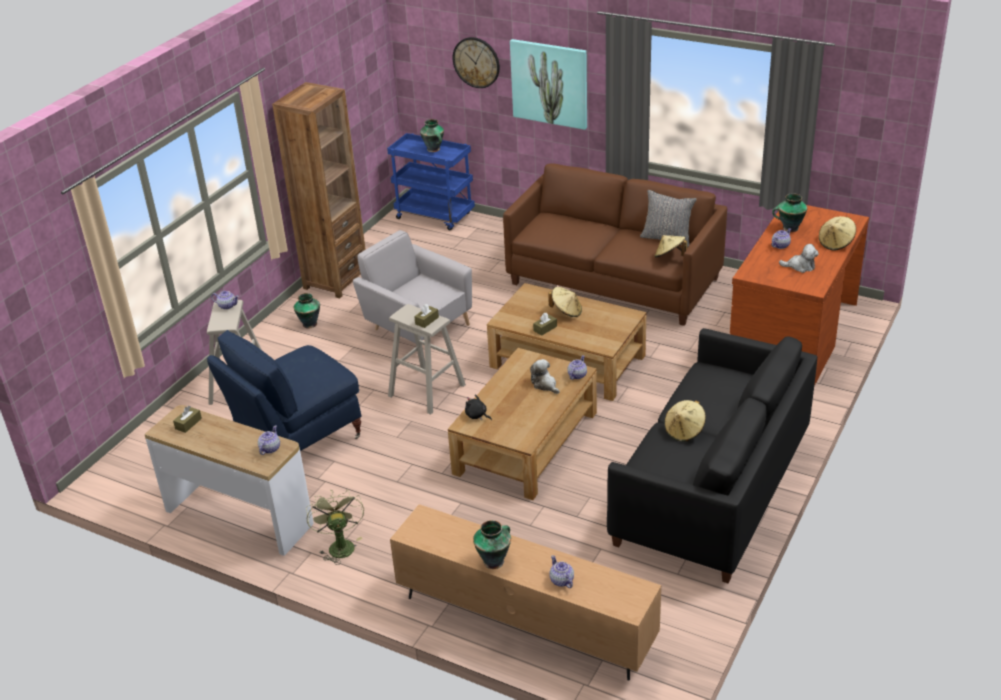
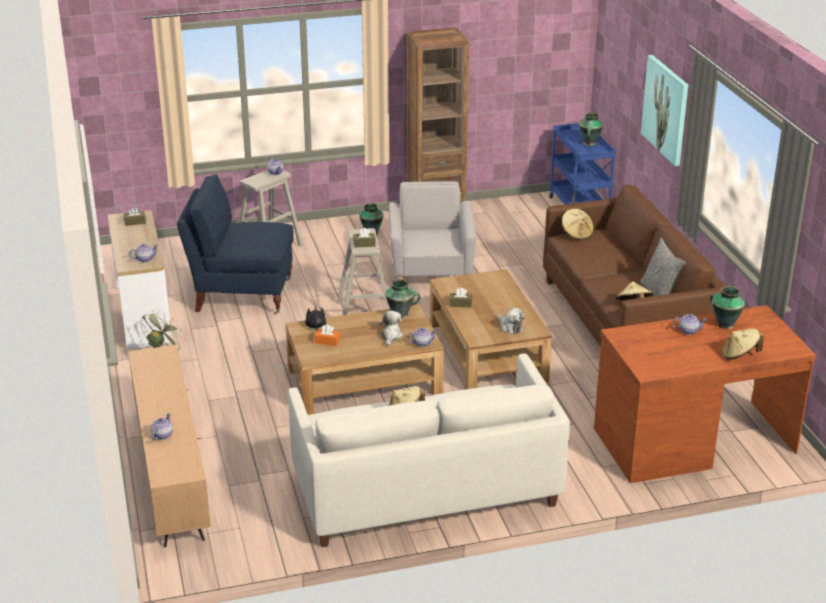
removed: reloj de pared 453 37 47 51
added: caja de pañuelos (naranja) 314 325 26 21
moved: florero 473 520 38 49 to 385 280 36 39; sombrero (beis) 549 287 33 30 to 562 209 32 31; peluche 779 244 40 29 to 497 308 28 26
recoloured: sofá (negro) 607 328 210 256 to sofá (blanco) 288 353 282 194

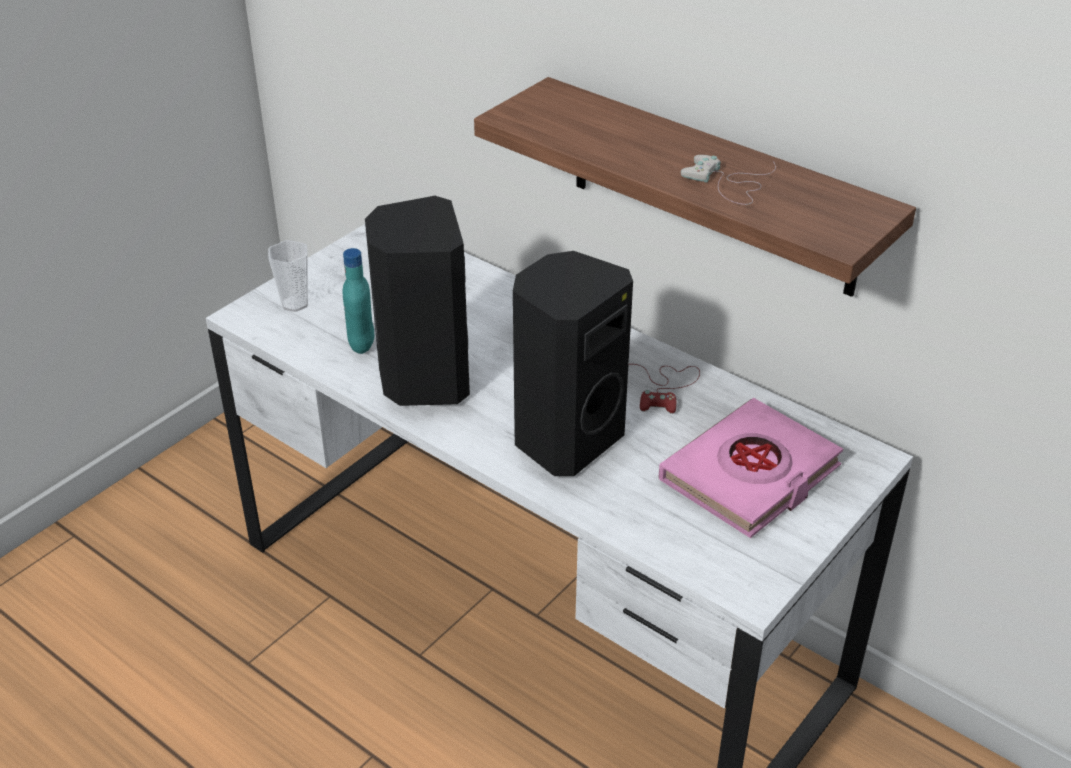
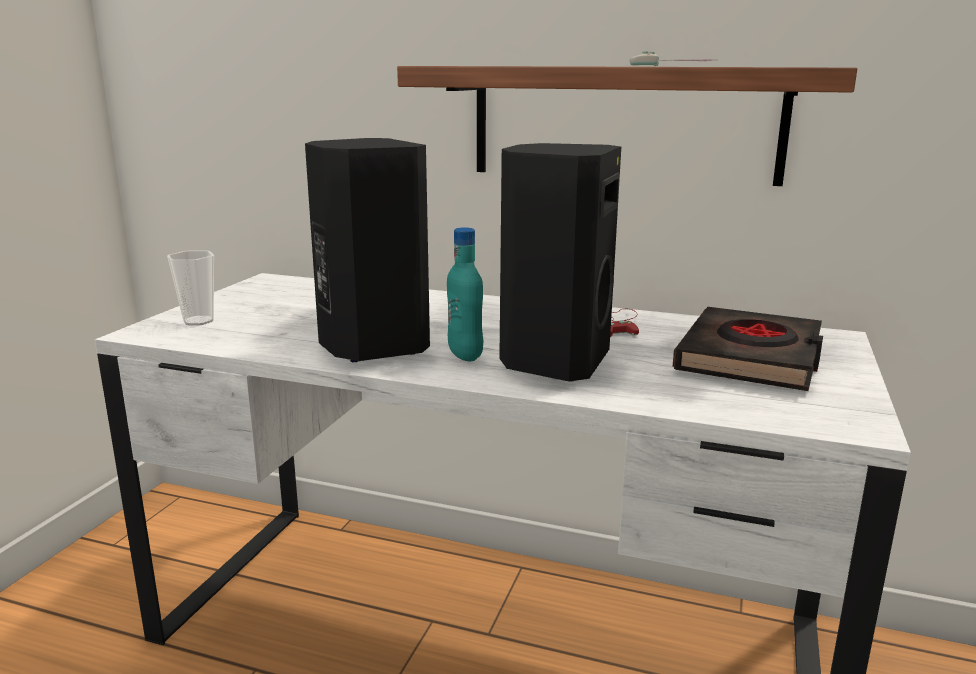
moved: botella (turquesa) 342 248 32 106 to 447 227 36 134
recoloured: libro (rosa) 659 398 184 140 to libro (negro) 673 307 150 84

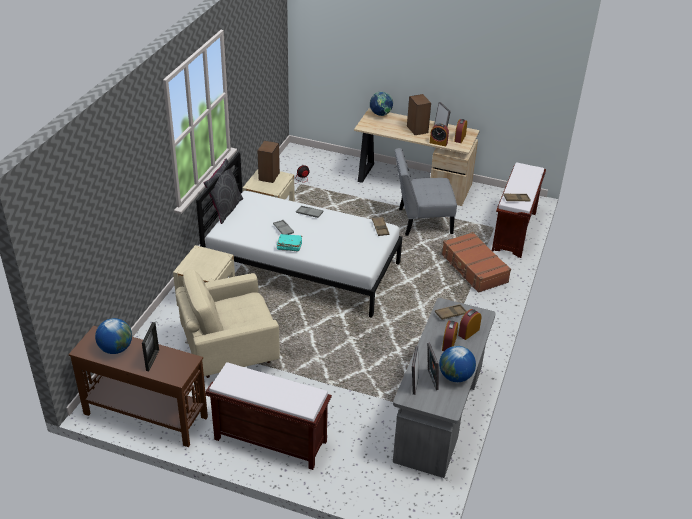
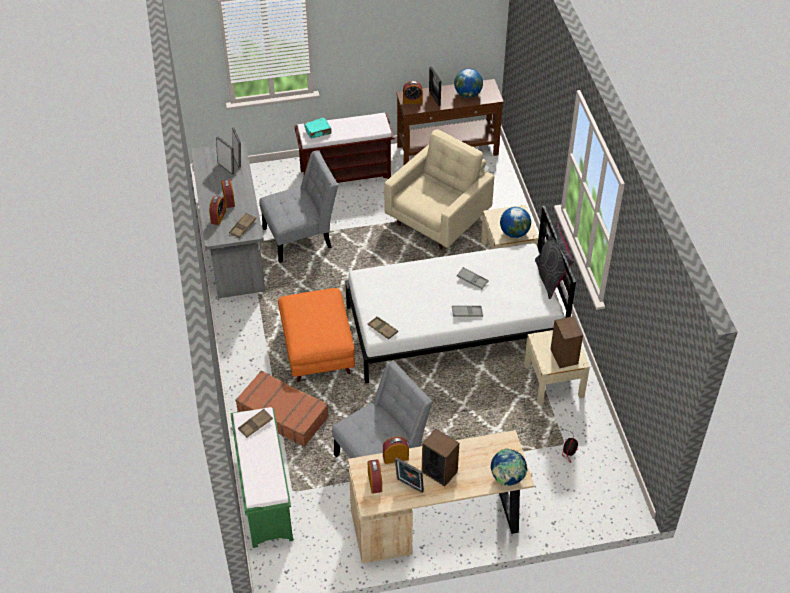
added: silla (gris) 259 151 79 112; puf (naranja) 278 288 77 95; despertador 403 81 20 23
moved: libro (turquesa) 277 234 25 17 to 304 118 28 20; globo terráqueo 439 346 37 36 to 500 207 31 31
recoloured: banco (marrón) 492 162 54 96 to banco (verde) 230 407 63 141

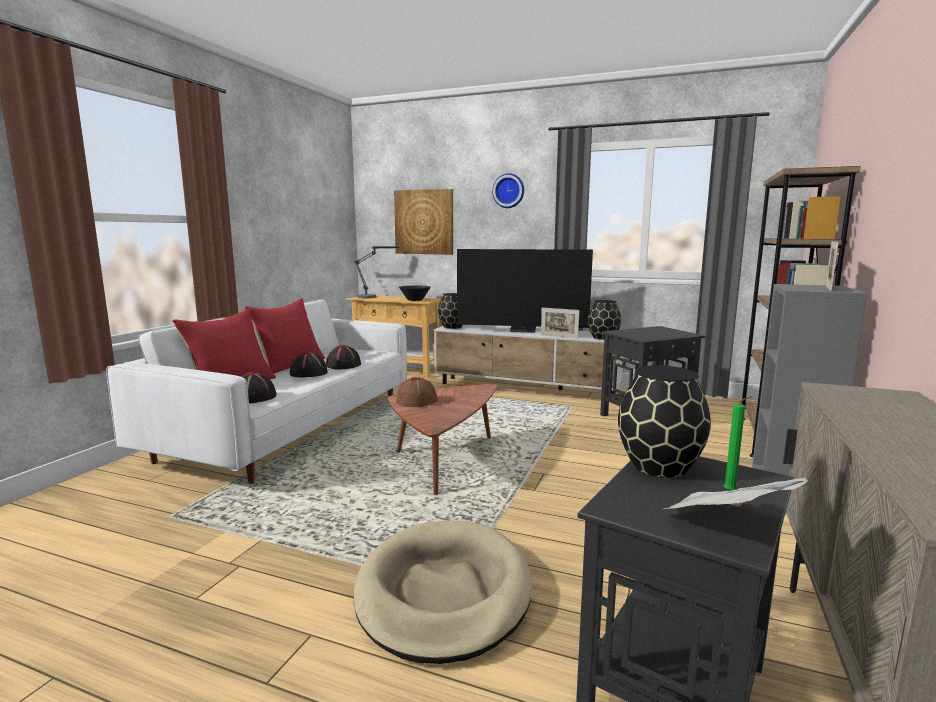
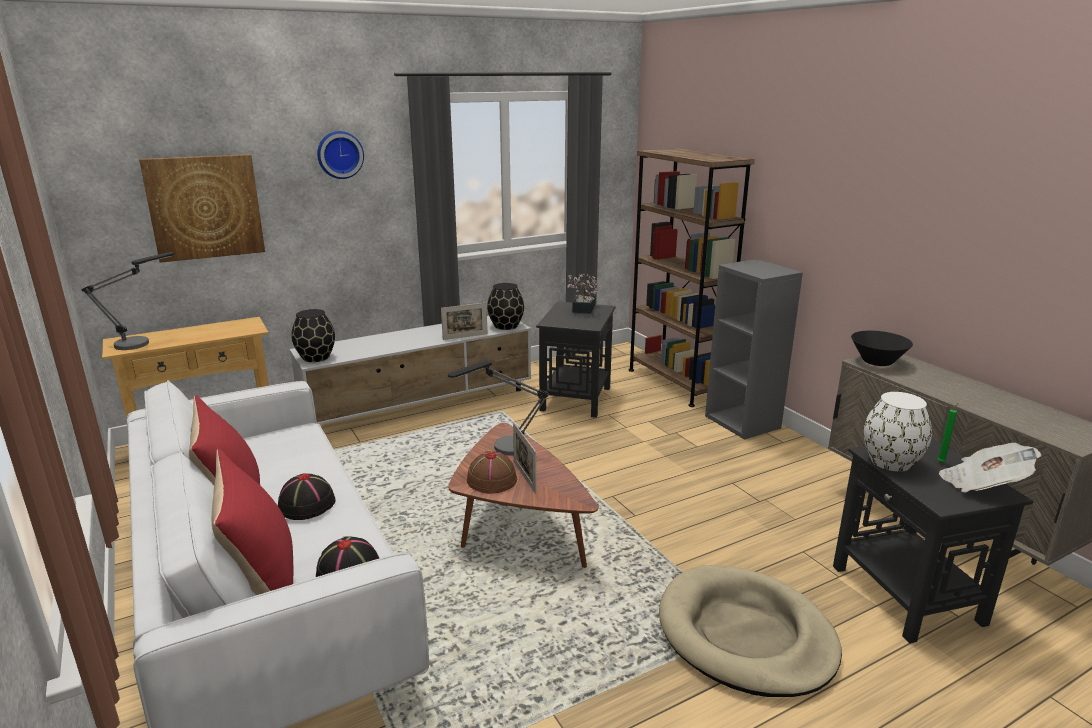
removed: sombrero (negro) 326 345 35 24; televisor 457 249 136 84
added: lámpara de mesa 448 360 101 95; planta en maceta 567 273 34 41
moved: cuenco (negro) 399 286 32 15 to 851 331 62 35; portarretratos 826 241 13 50 to 513 422 23 72
recoloured: florero (negro) 618 365 93 113 to florero (blanco) 864 392 68 80

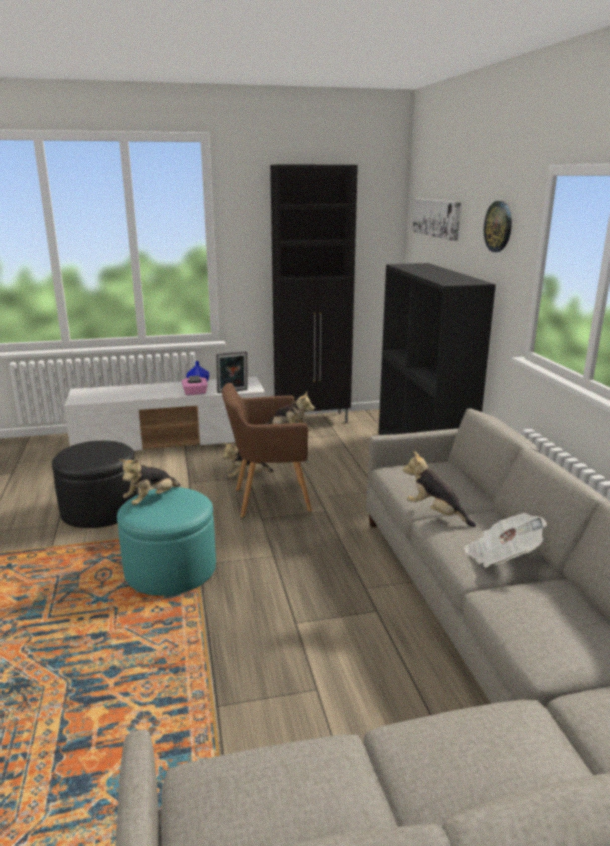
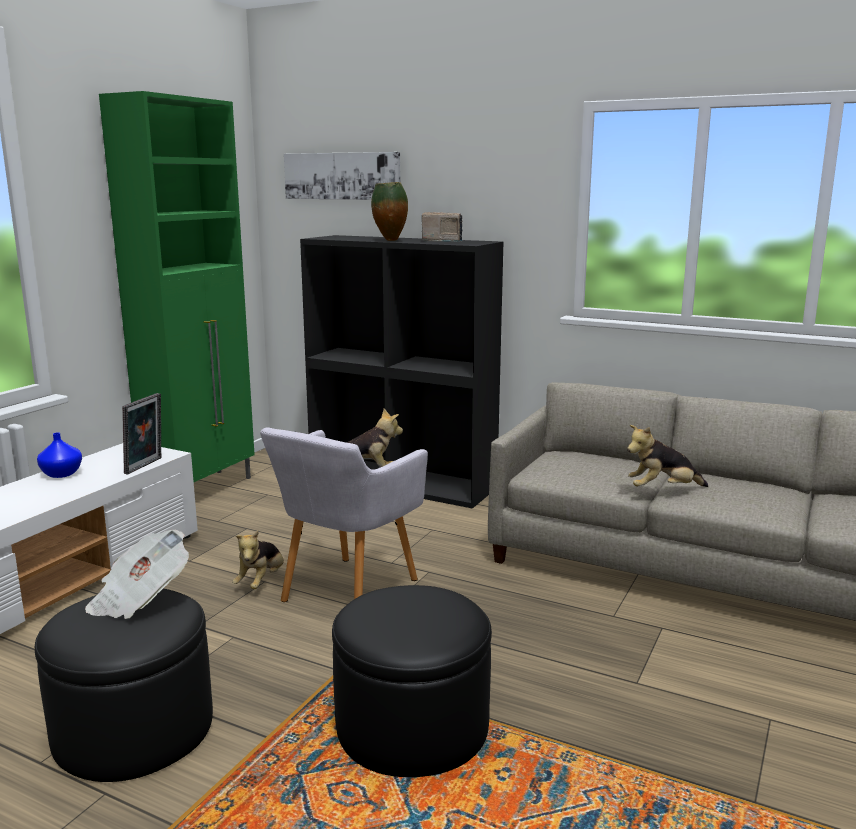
removed: peluche 119 458 61 47; caja de pañuelos (rosa) 182 375 26 20; reloj de pared 484 201 28 51
added: florero 371 182 37 59; radio 422 212 41 30
moved: periódico 464 513 83 54 to 85 530 104 89
recoloured: puf (turquesa) 117 487 99 109 to puf (negro) 332 585 160 192; sillón (marrón) 222 383 90 135 to sillón (gris) 260 427 168 175; armario (negro) 270 164 88 259 to armario (verde) 99 91 156 391

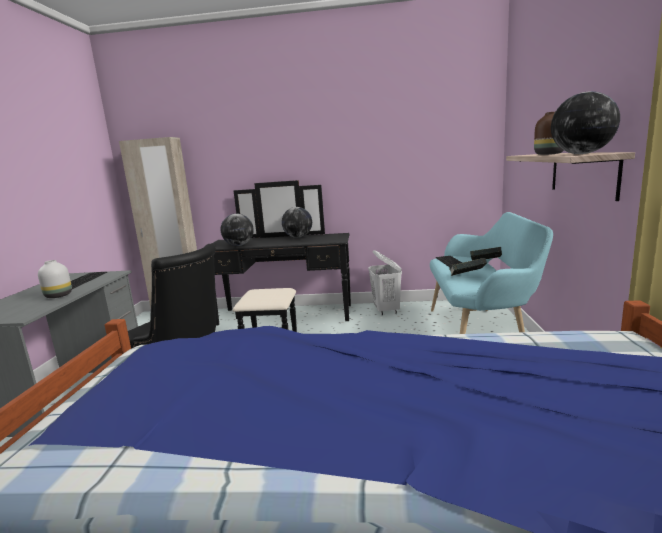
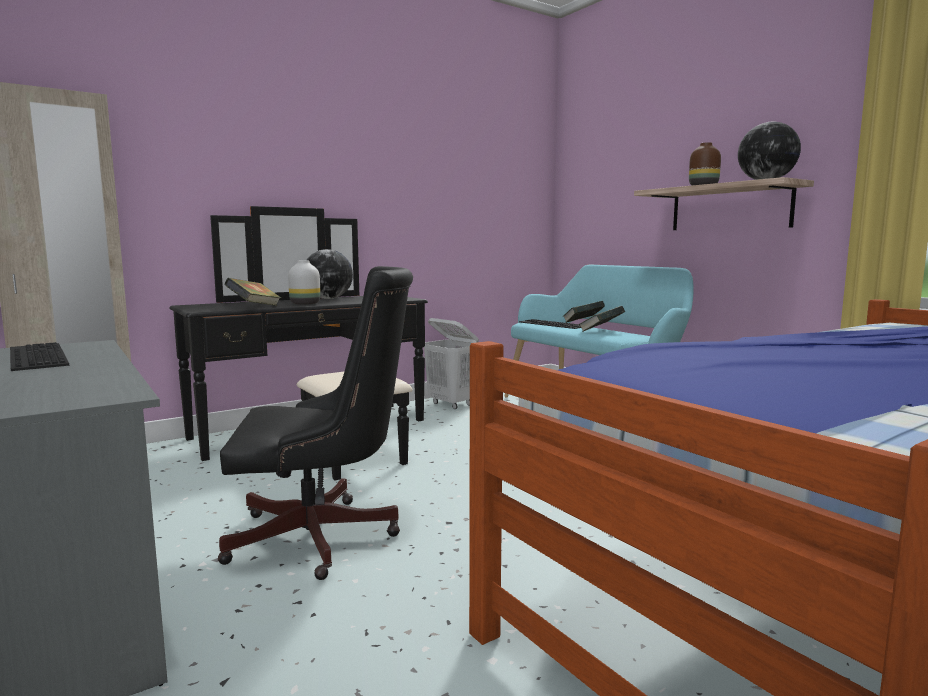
moved: florero (blanco) 38 260 34 38 to 288 261 32 44
replaced: globo terráqueo 221 214 33 32 to libro 224 278 57 28

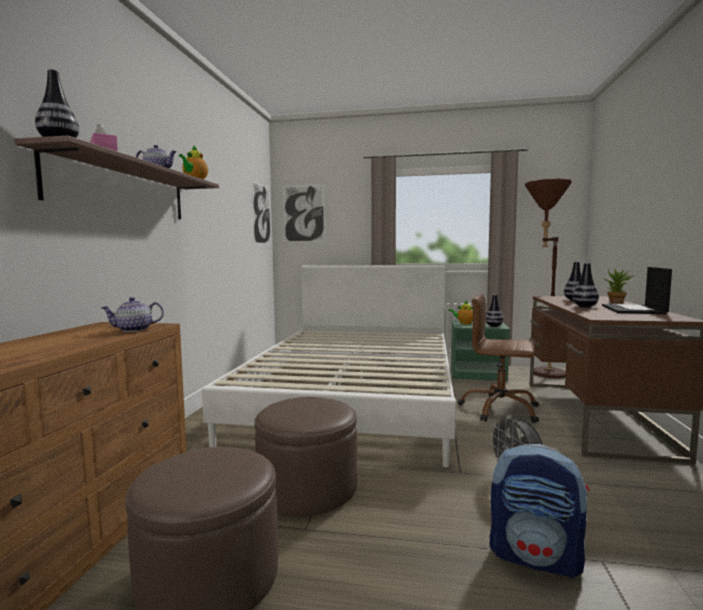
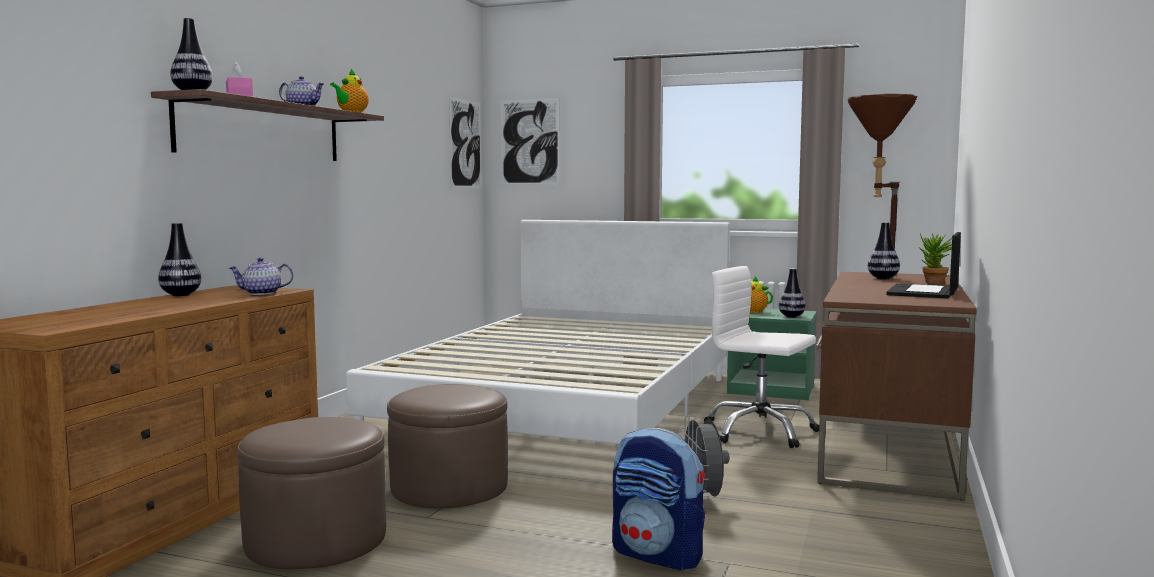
moved: florero 572 263 27 45 to 158 223 43 73
recoloured: silla de oficina (marrón) 458 294 81 129 to silla de oficina (blanco) 704 266 115 182

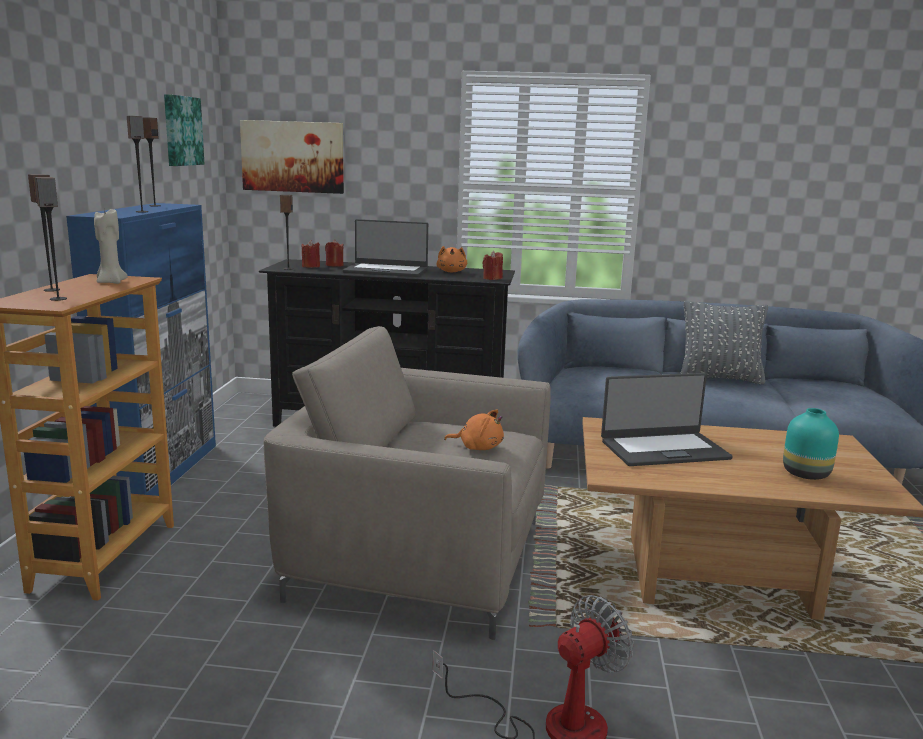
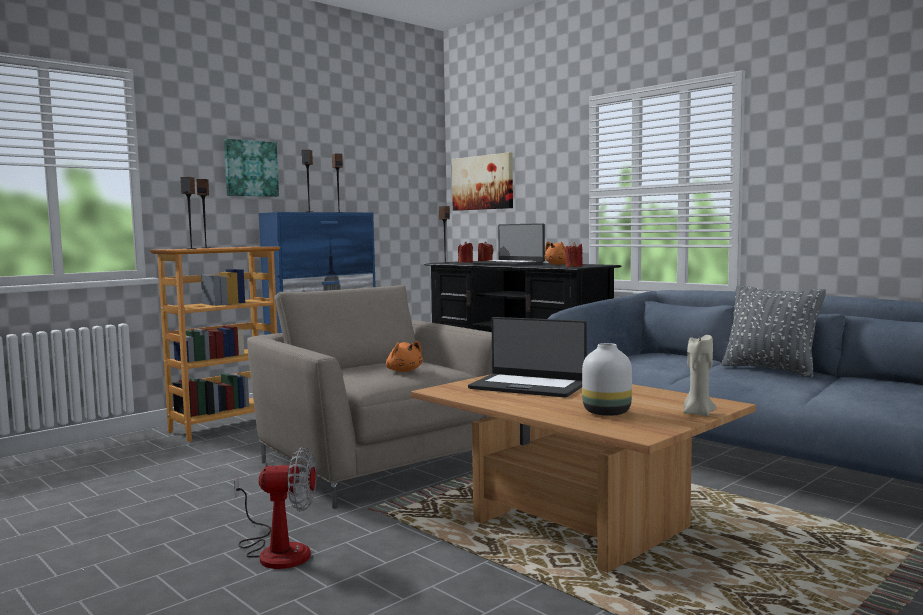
moved: vela (beis) 94 207 34 77 to 684 335 32 81; cuadro 164 94 40 72 to 224 139 55 58
recoloured: florero (turquesa) 783 408 56 72 to florero (blanco) 582 343 50 73

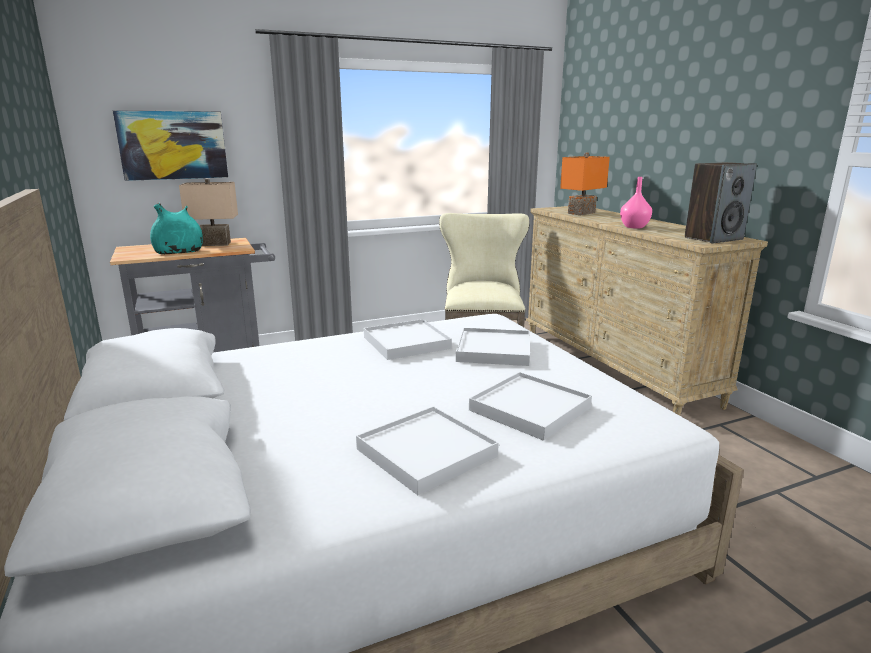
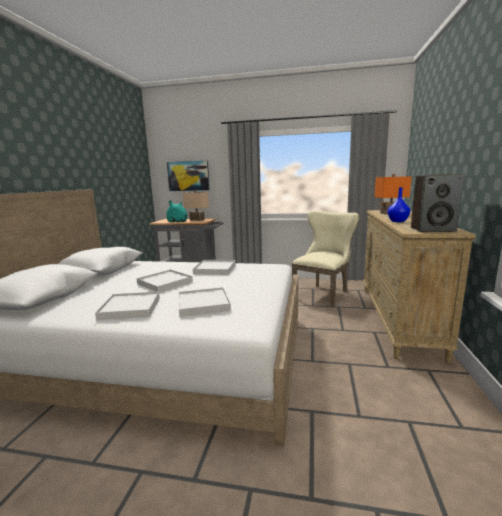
moved: bandeja (blanco) 456 328 74 38 to 137 270 56 22
recoloured: florero (rosa) 620 177 32 52 to florero (azul) 388 187 22 35

